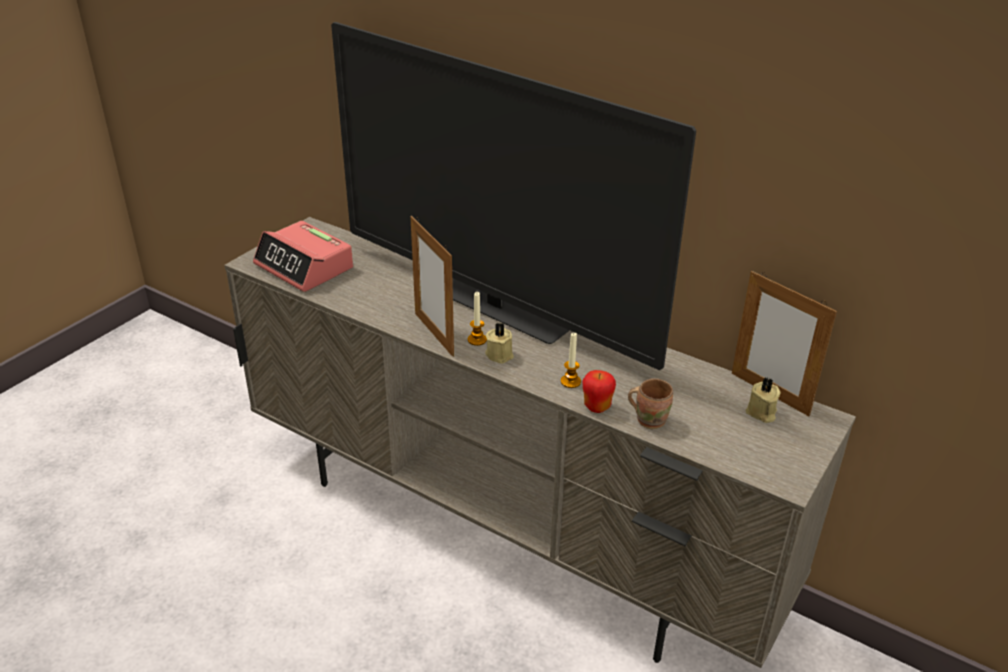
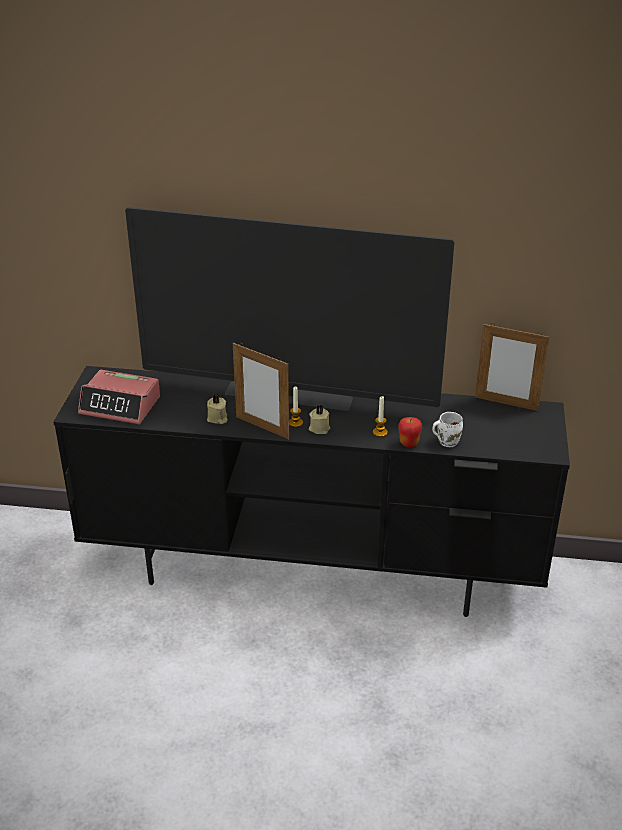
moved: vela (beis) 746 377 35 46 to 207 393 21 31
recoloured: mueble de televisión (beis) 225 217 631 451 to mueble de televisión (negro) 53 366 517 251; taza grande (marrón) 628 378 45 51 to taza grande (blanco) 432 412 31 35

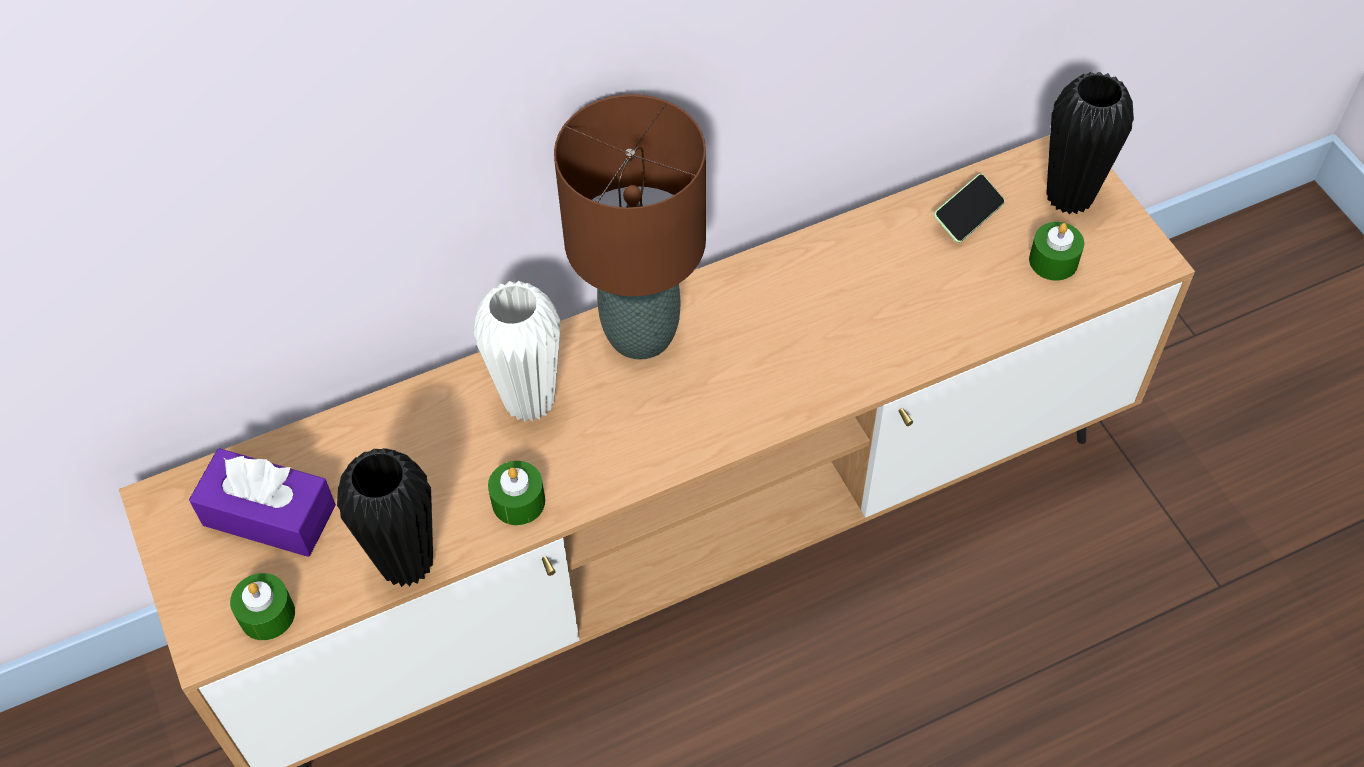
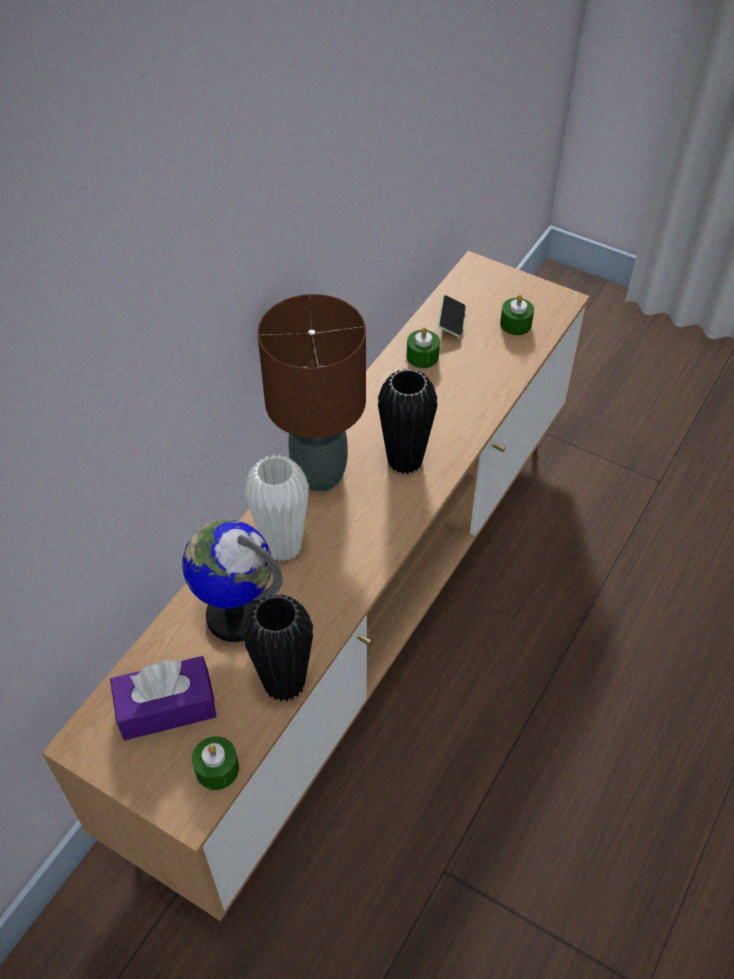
added: globo terráqueo 182 520 100 122
moved: vela (verde) 488 461 57 64 to 407 327 33 41; florero (negro) 1046 72 88 142 to 378 368 60 106

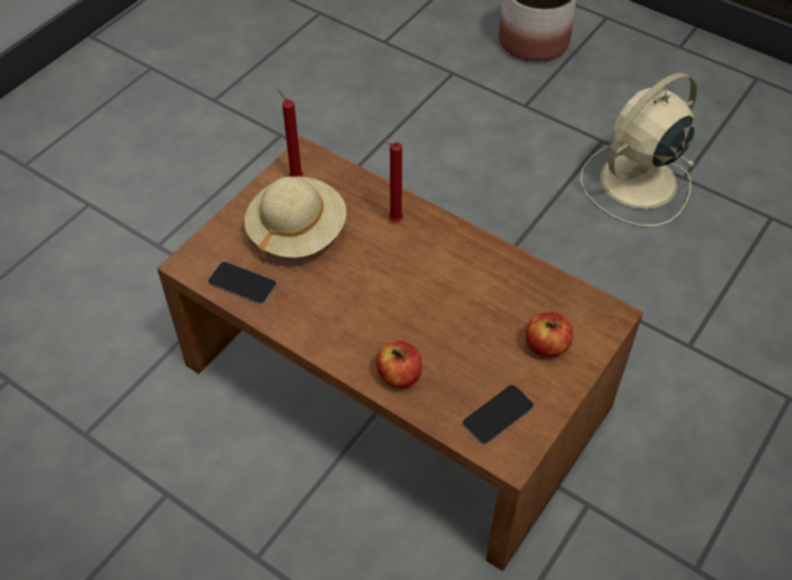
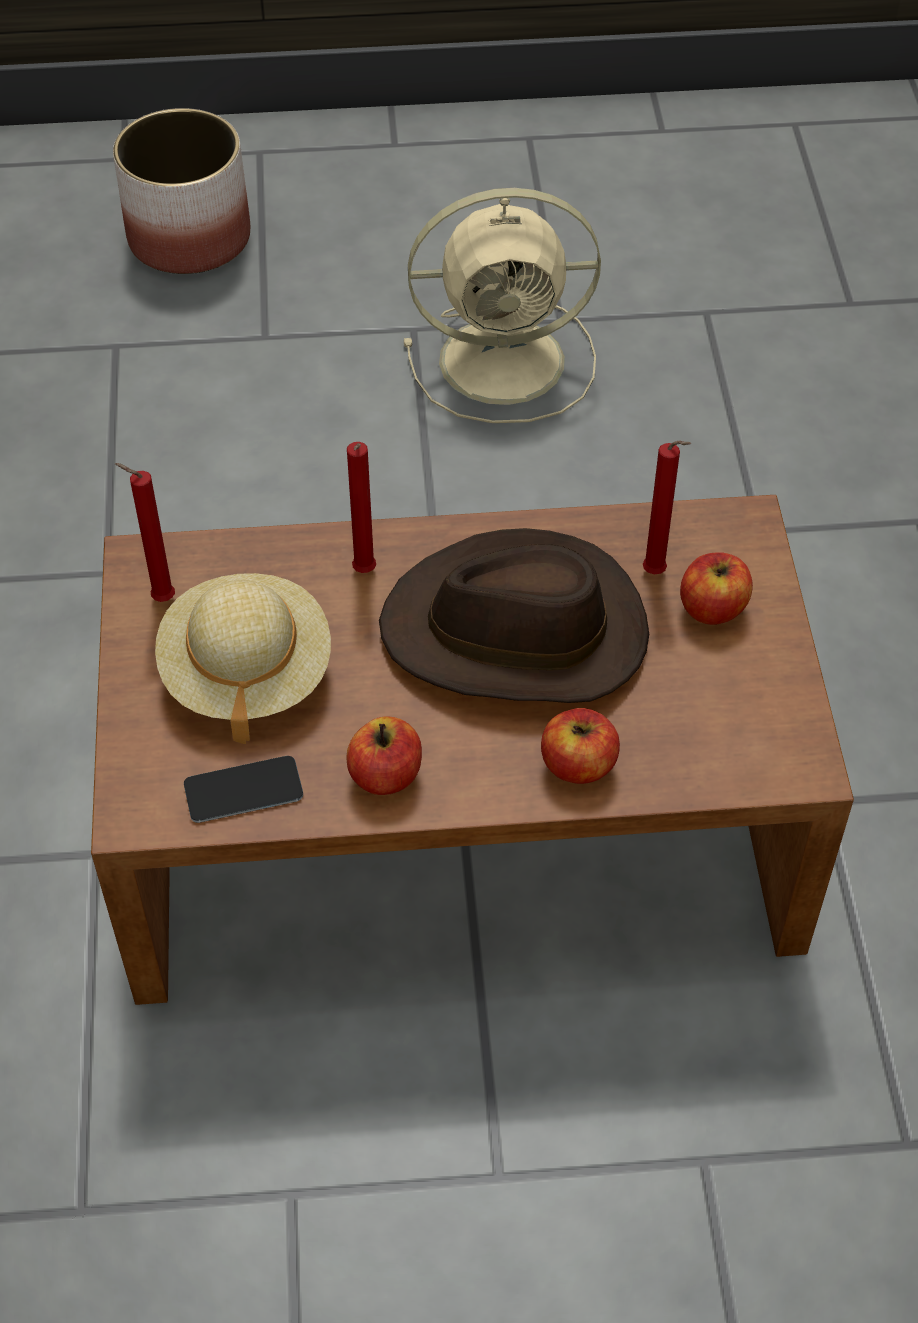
removed: móvil 463 385 71 59
added: manzana 346 716 76 79; sombrero (marrón) 379 528 270 175; vela (rojo) 643 440 48 134
turned: ventilador (beis) 580 72 117 155 = 404 188 197 235 105 degrees counterclockwise

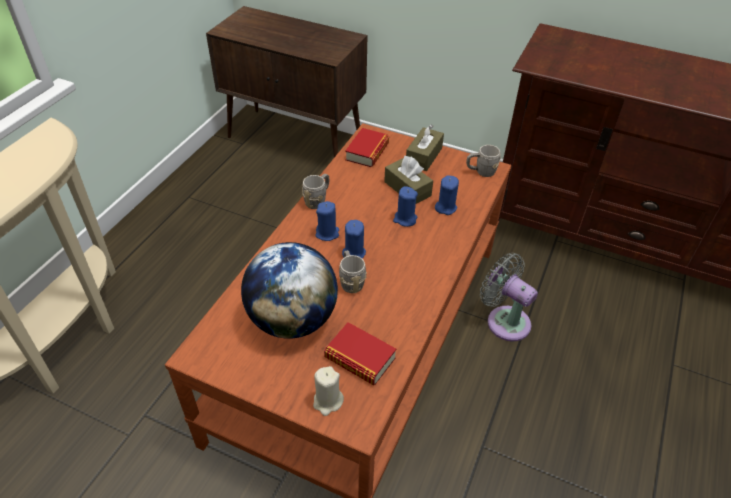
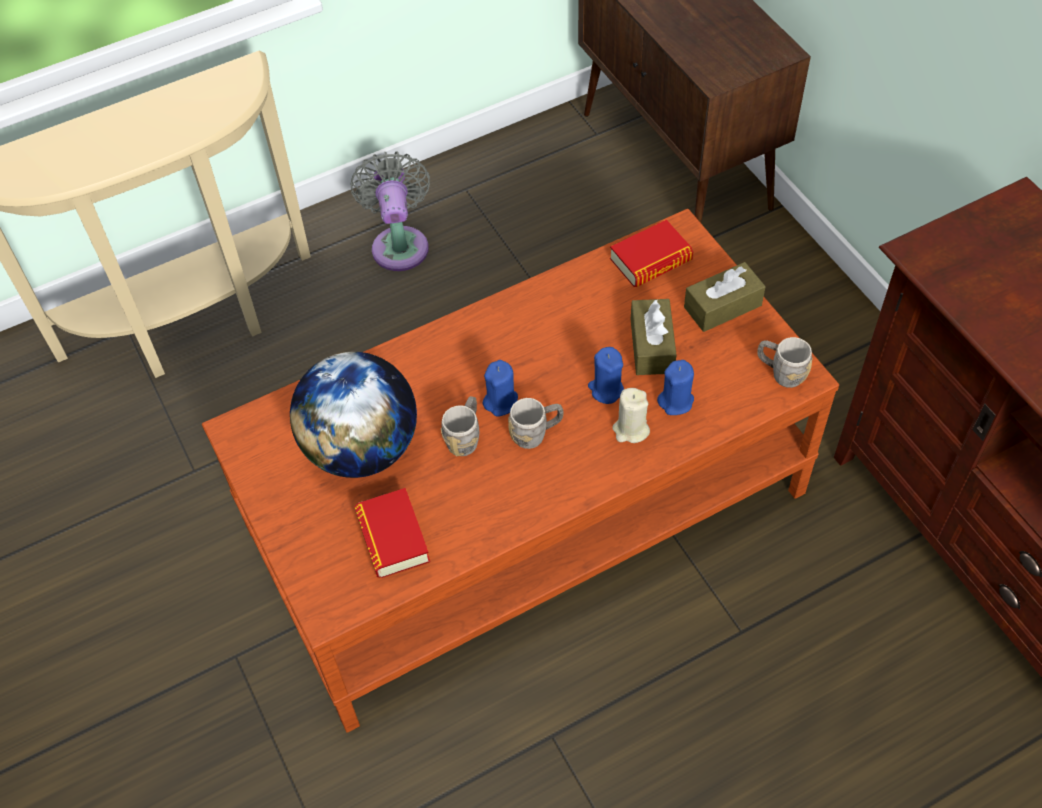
removed: vela (azul) 315 201 24 40
moved: taza grande (gris) 302 174 27 35 to 508 398 56 51; vela (beis) 313 366 31 50 to 613 388 37 55; ventilador (gris) 480 253 58 88 to 351 152 79 119

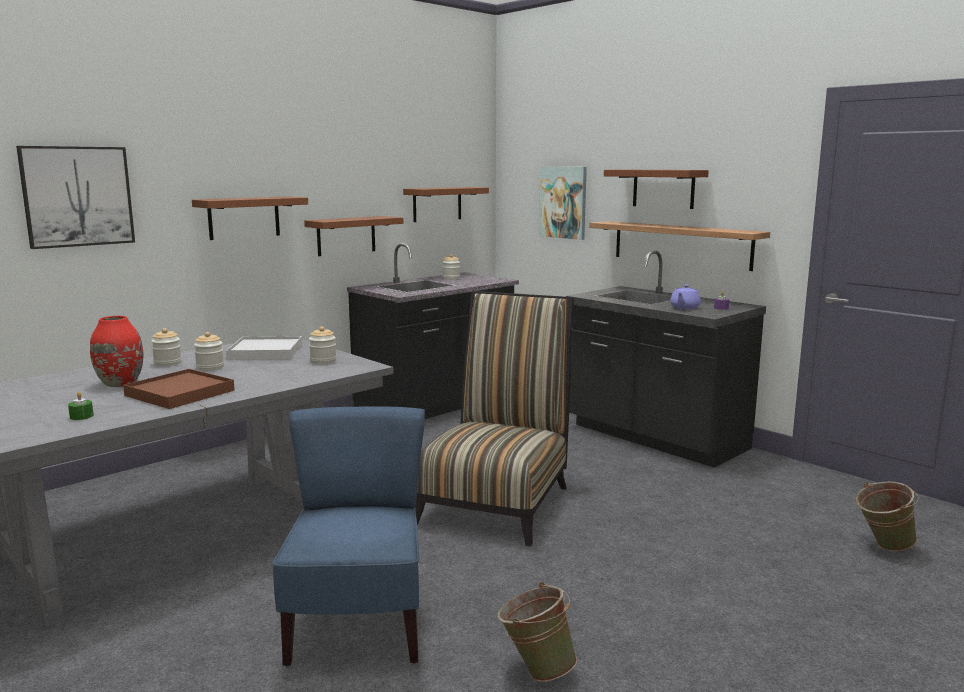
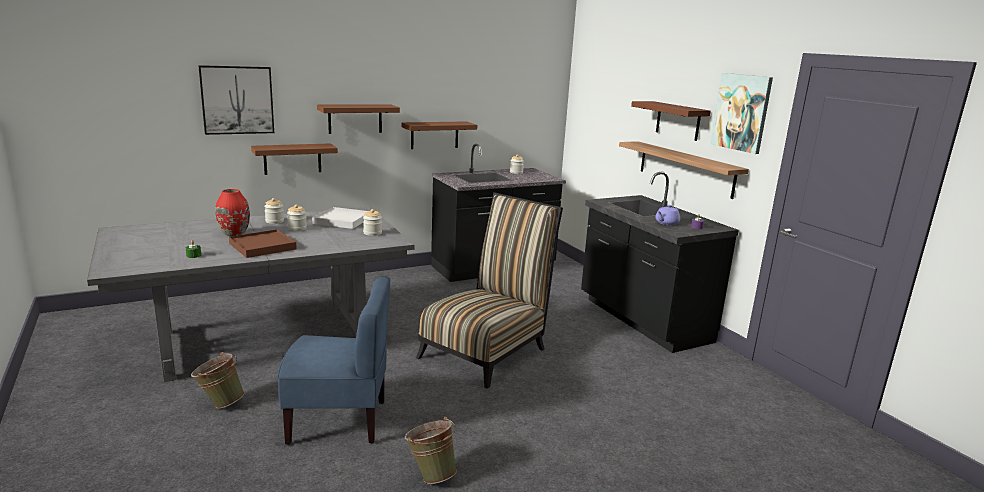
moved: estante (marrón) 403 187 86 35 to 251 143 87 32; cuadro 539 167 48 73 to 711 73 62 81; cubo (verde) 856 482 63 69 to 191 352 54 57
turned: silla (azul) 272 406 153 260 = 277 276 113 169 75 degrees clockwise

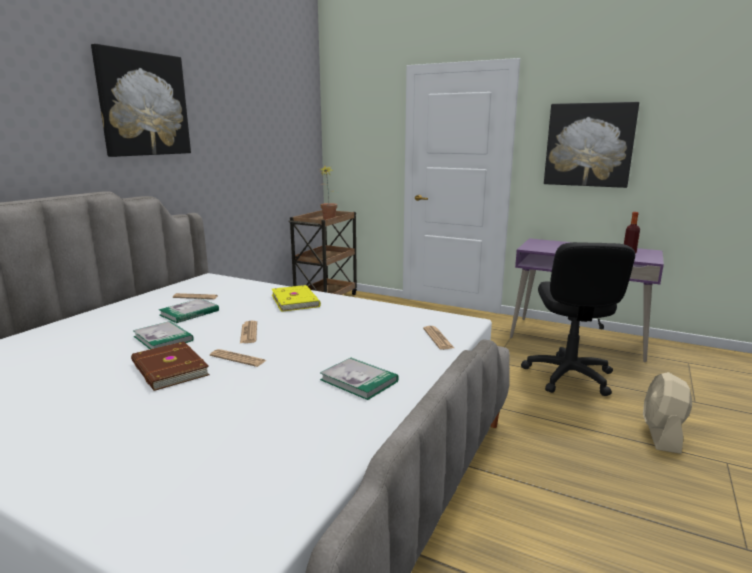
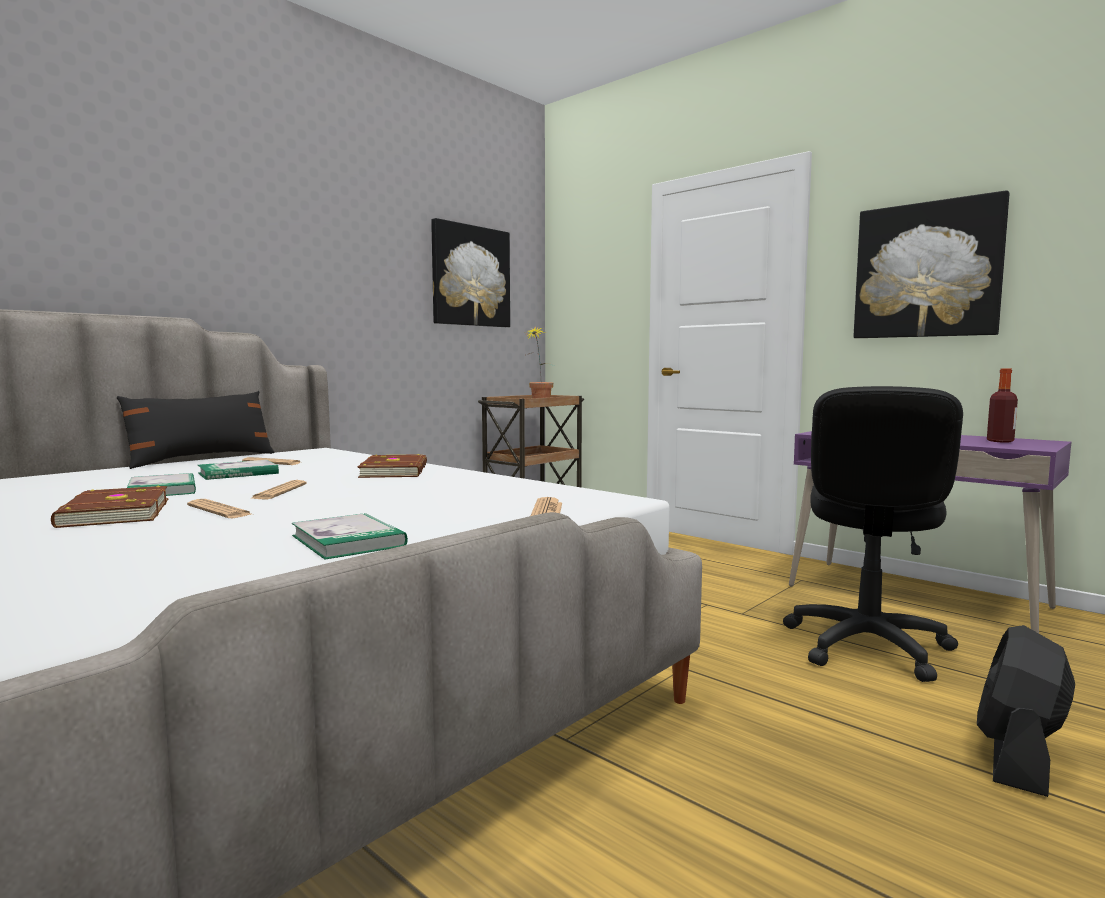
added: cojín (negro) 117 391 158 78
moved: cuadro 91 44 100 113 to 431 218 79 109
recoloured: libro (amarillo) 272 285 49 27 to libro (marrón) 358 454 69 24; ventilador (beis) 643 372 49 82 to ventilador (negro) 977 625 98 172

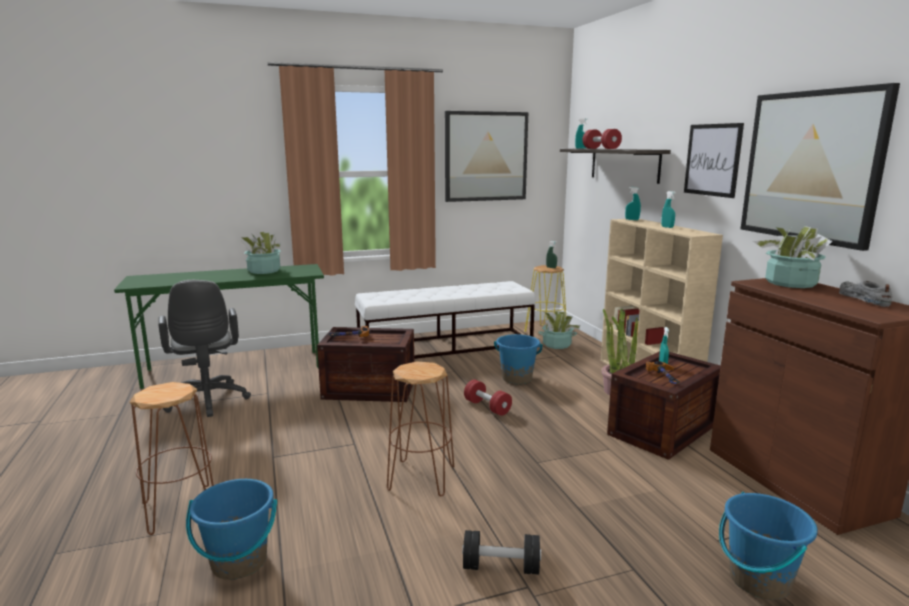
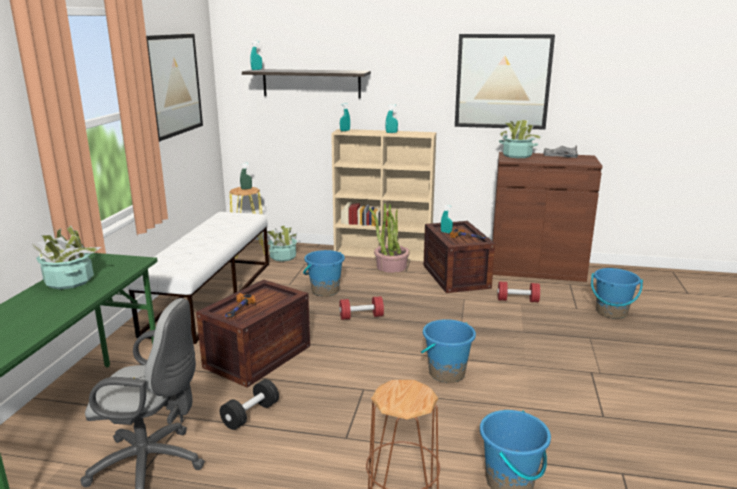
removed: cuadro 684 123 60 75
moved: mancuerna (negro) 462 530 79 45 to 220 379 59 51; mancuerna (rojo) 582 129 40 20 to 497 281 43 21
replaced: taburete (marrón) 387 361 67 135 to cubo (azul) 421 319 55 64

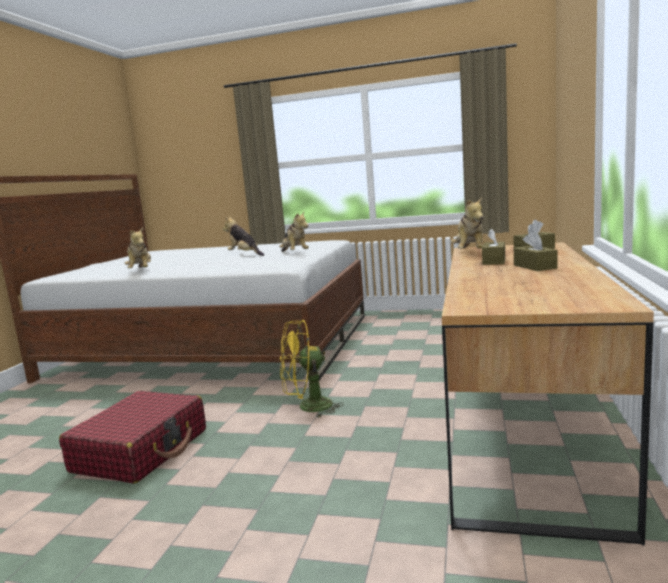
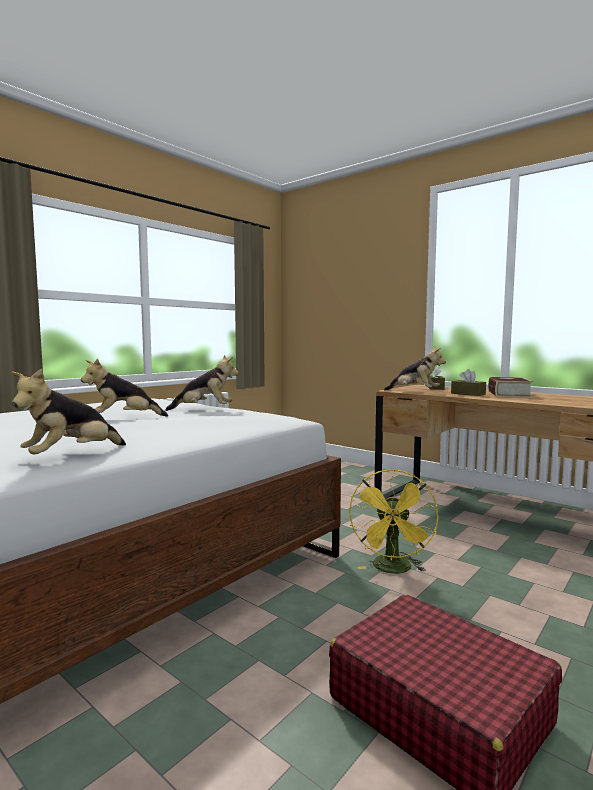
replaced: caja de pañuelos (marrón) 514 231 44 40 to libro 488 377 45 21
turned: peluche 125 227 26 41 = 11 368 115 86 120 degrees clockwise

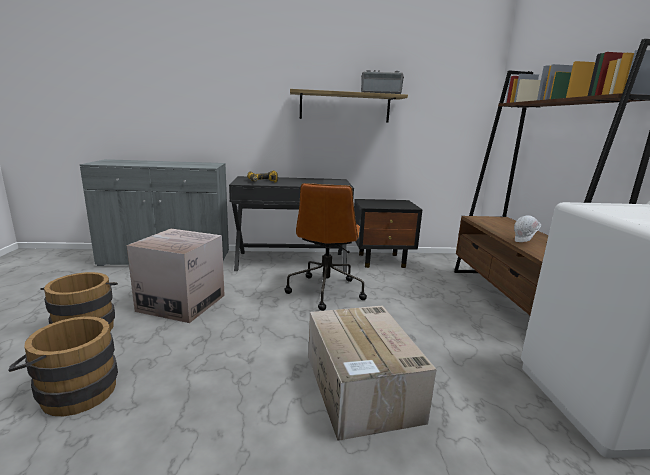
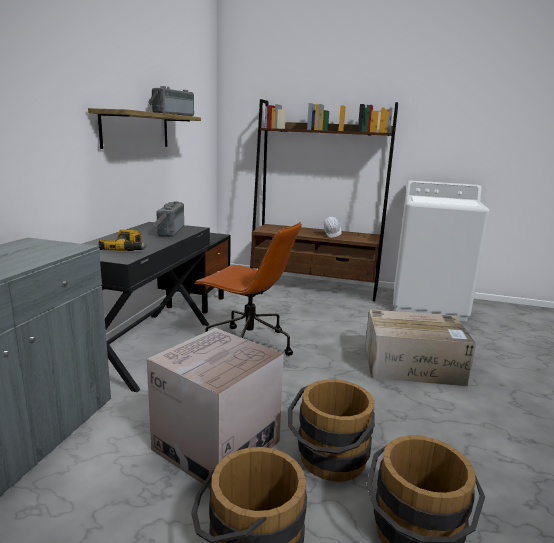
added: radio 153 201 31 36; cubo (marrón) 288 379 87 103

